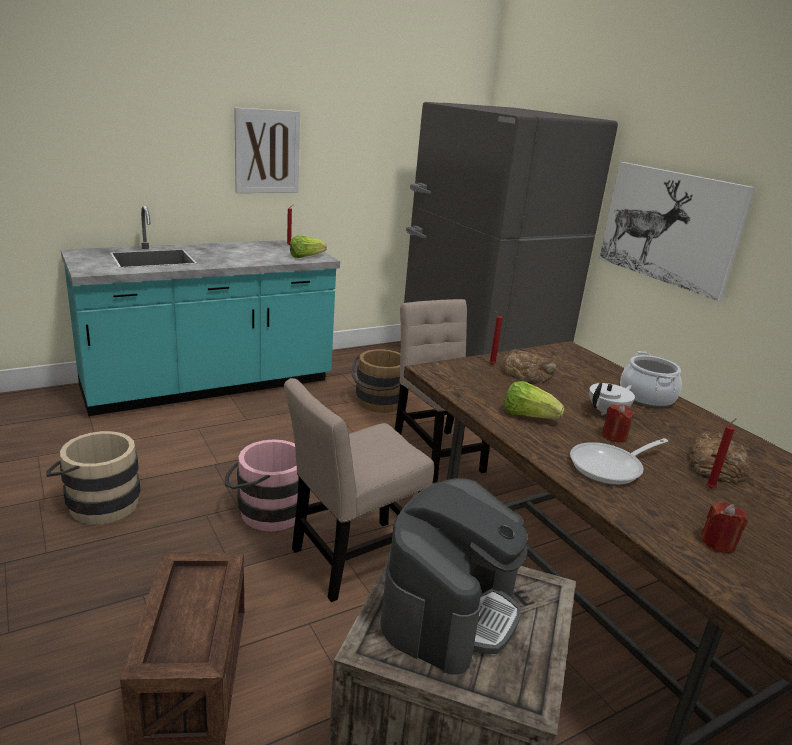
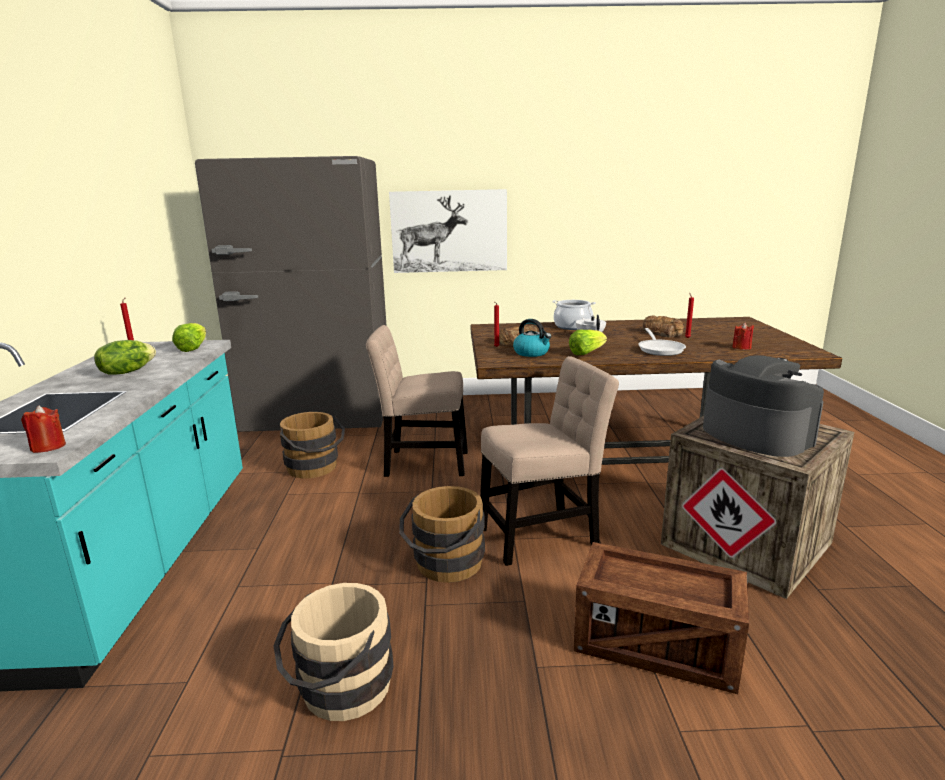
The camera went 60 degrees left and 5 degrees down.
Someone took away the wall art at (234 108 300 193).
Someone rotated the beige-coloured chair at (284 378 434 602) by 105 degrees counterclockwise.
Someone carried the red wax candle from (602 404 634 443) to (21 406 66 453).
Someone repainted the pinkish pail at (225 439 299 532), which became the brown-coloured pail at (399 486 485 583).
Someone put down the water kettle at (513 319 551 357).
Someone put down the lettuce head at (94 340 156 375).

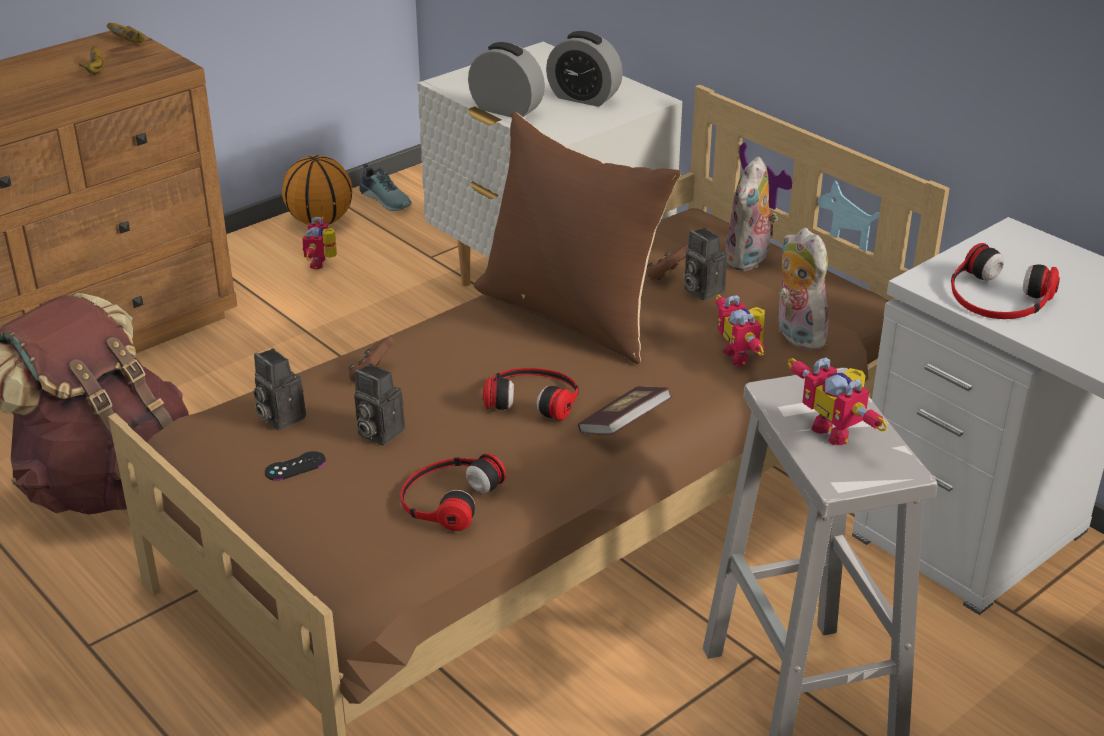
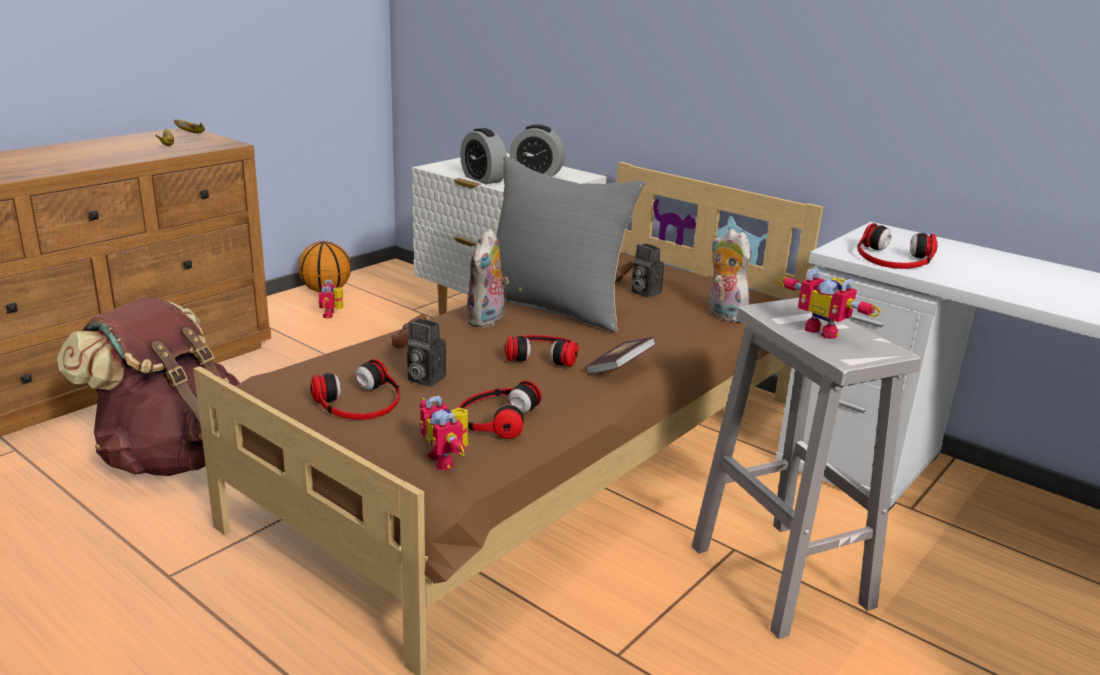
The camera went 10 degrees left and 10 degrees down.
Someone rotated the bedside clock at (468 42 545 117) by 150 degrees counterclockwise.
Someone repainted the brown-coloured throw pillow at (474 112 681 364), which became the greyish throw pillow at (496 156 645 333).
Someone carried the plush toy from (726 156 778 271) to (466 229 509 328).
Someone took away the shoe at (359 163 412 211).
Someone carried the model robot from (715 295 765 366) to (419 396 468 470).
Someone took away the photo camera at (254 348 306 430).
Someone swapped the blackish joypad at (265 451 326 481) for the pair of headphones at (310 359 400 420).

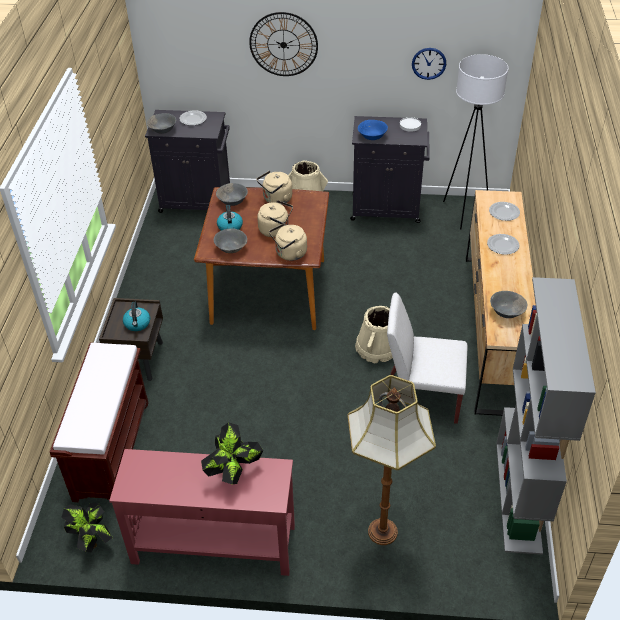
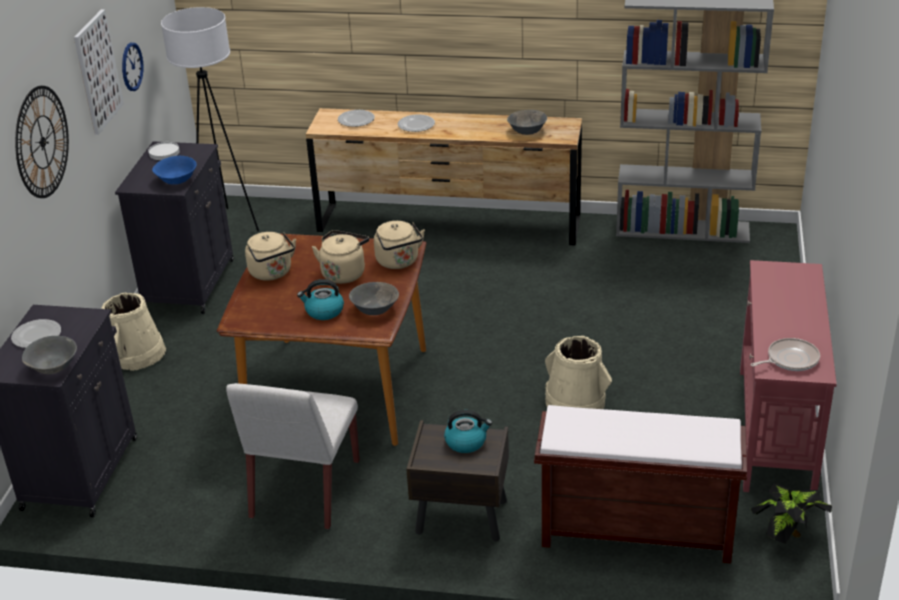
The camera went 85 degrees left and 10 degrees down.
Someone took away the greyish bowl at (216 183 248 206).
Someone carried the white-coloured chair from (387 293 468 424) to (226 383 360 529).
Someone carried the beige-coloured pail from (355 306 393 363) to (545 336 612 409).
Someone took away the standard lamp at (347 375 436 545).
Someone took away the potted plant at (201 422 264 485).
Someone put up the wall art at (74 9 124 135).
Someone put down the frying pan at (750 338 820 371).

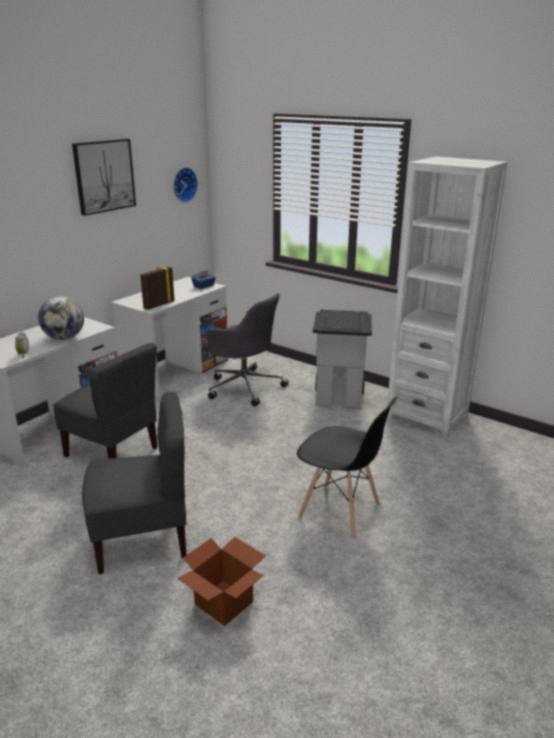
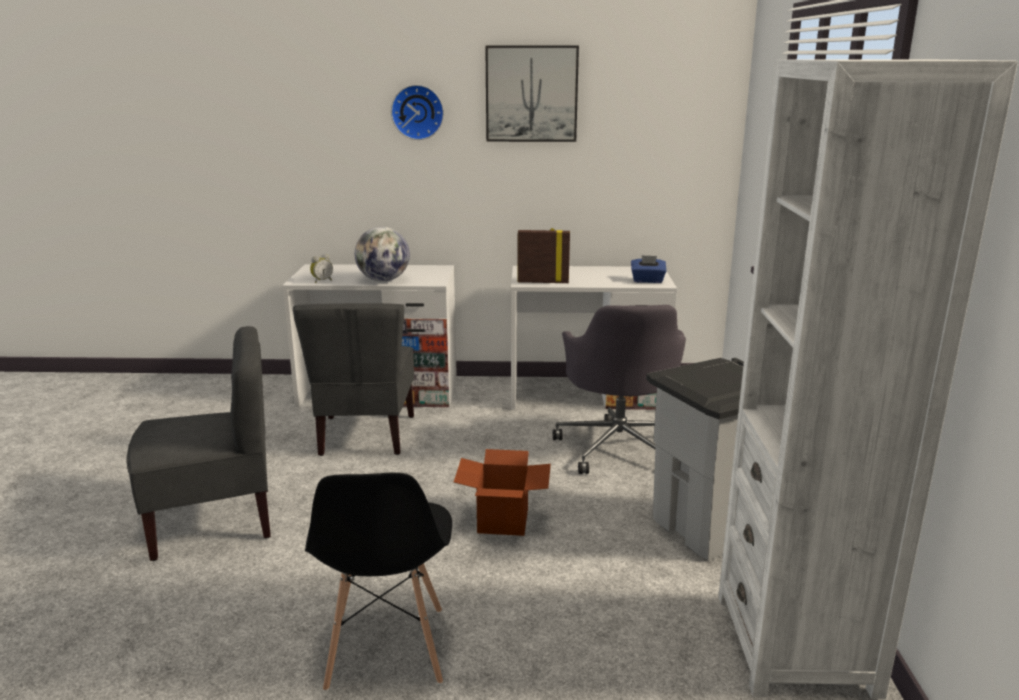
The camera went 55 degrees right and 5 degrees down.
Someone carried the hanging clock from (173 167 198 203) to (391 85 444 140).
Someone rotated the greyish chair at (82 392 186 574) by 60 degrees counterclockwise.
Someone carried the cardboard box from (177 537 266 626) to (454 449 551 536).

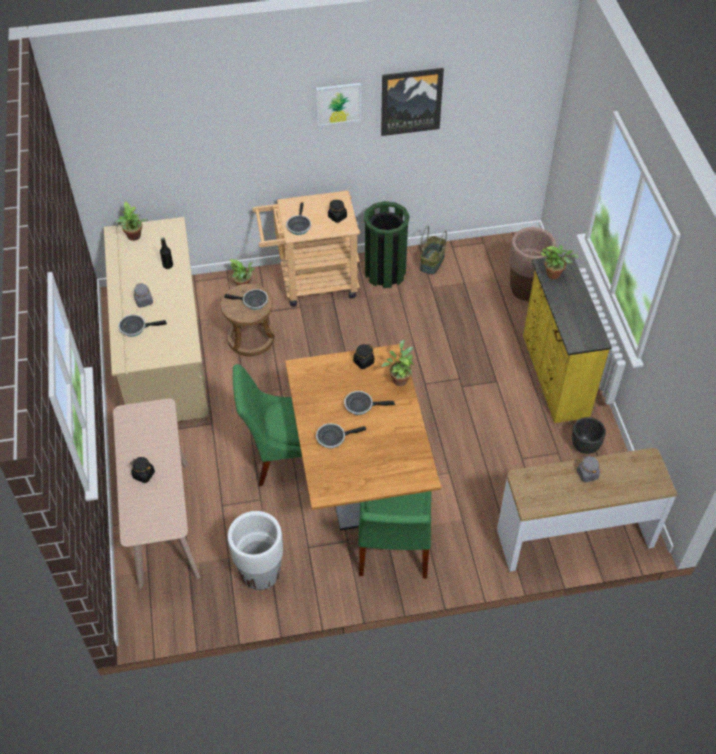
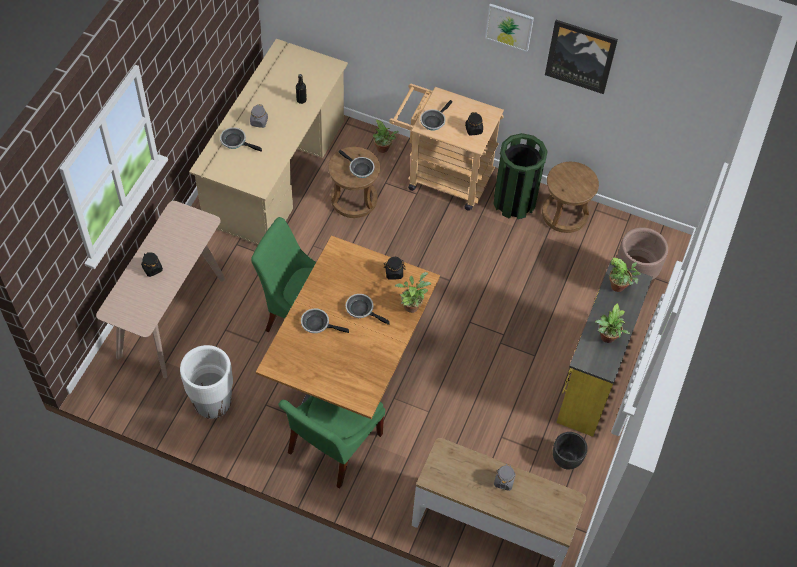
The camera went 30 degrees right and 5 degrees up.
Someone carried the potted plant from (115 201 148 241) to (595 303 630 343).
Someone swapped the basket at (420 226 447 275) for the brown-coloured stool at (542 162 599 233).

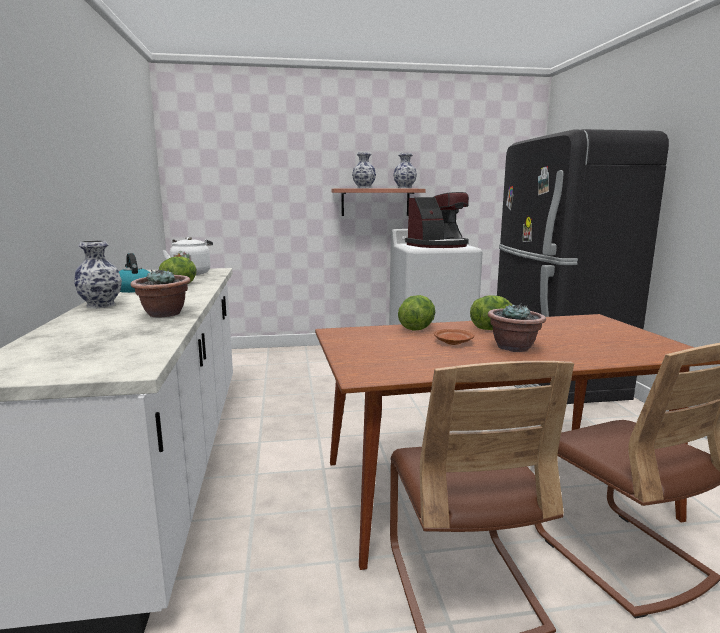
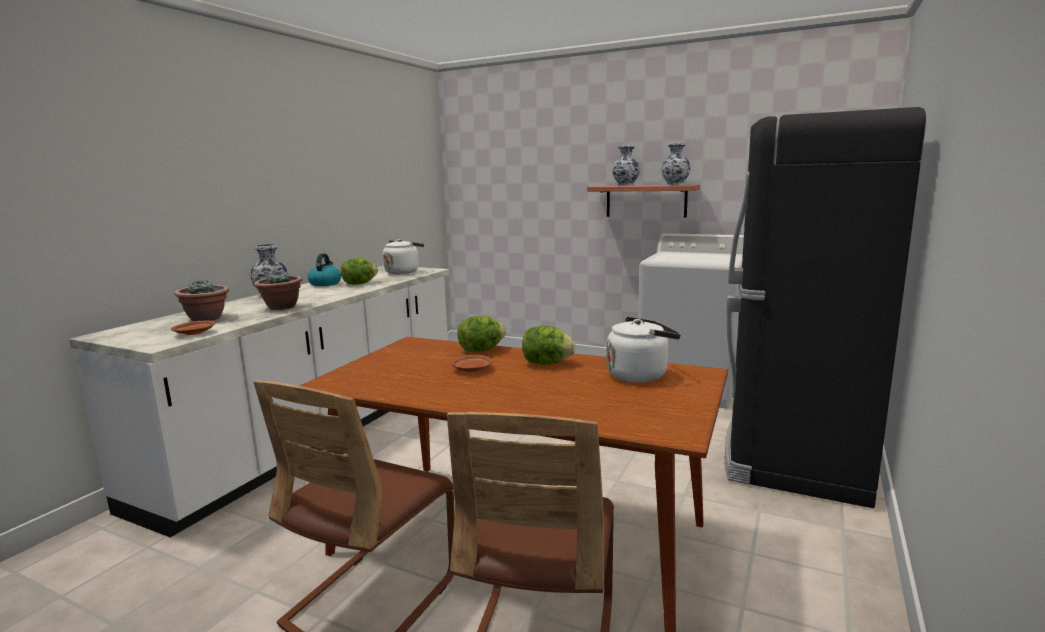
The camera went 35 degrees right and 0 degrees up.
Someone took away the coffee brewer at (405 192 469 248).
Someone carried the potted plant from (488 303 546 352) to (174 280 229 321).
Someone put down the white-coloured water kettle at (607 317 681 383).
Someone put down the brown-coloured flat dish at (171 321 216 335).

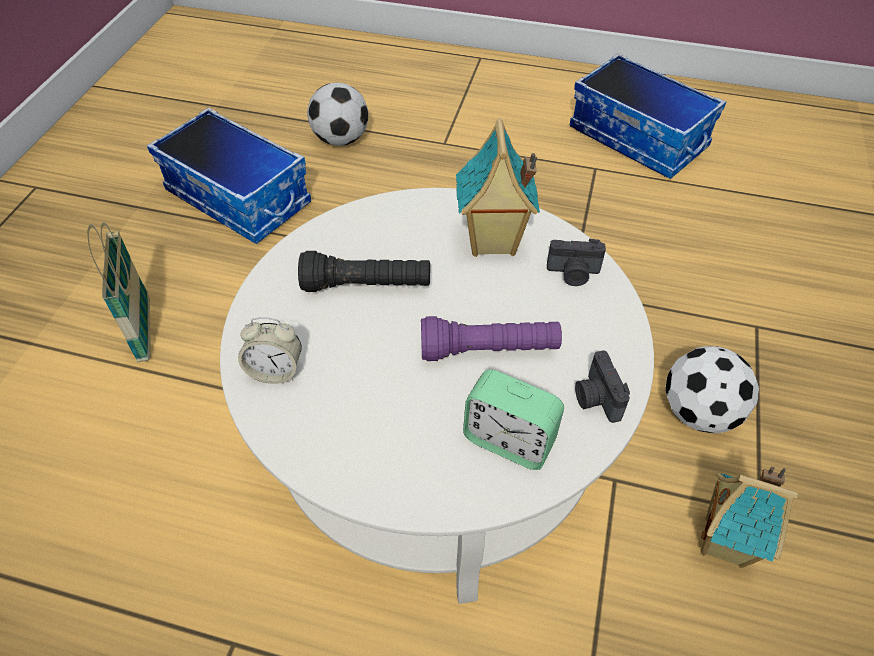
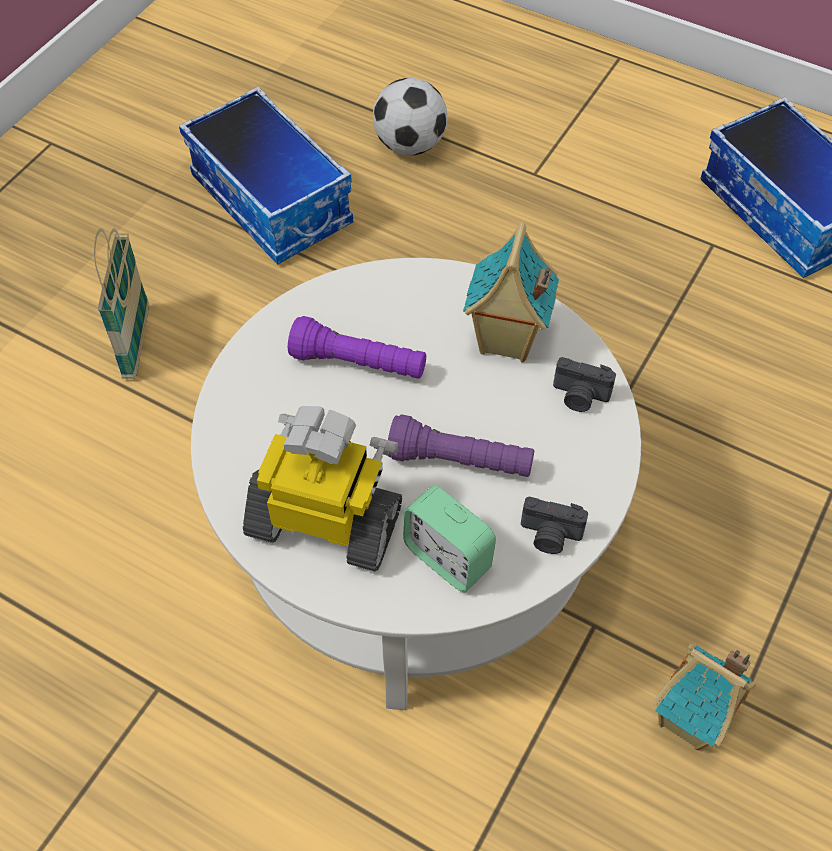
The camera went 15 degrees right and 5 degrees up.
Someone repainted the blackish hand torch at (298 251 430 292), which became the purple hand torch at (288 316 426 379).
Someone took away the bedside clock at (238 317 302 384).
Someone took away the football ball at (665 346 759 433).
Someone rotated the photo camera at (575 350 630 423) by 75 degrees counterclockwise.
Someone put down the model robot at (243 406 402 572).

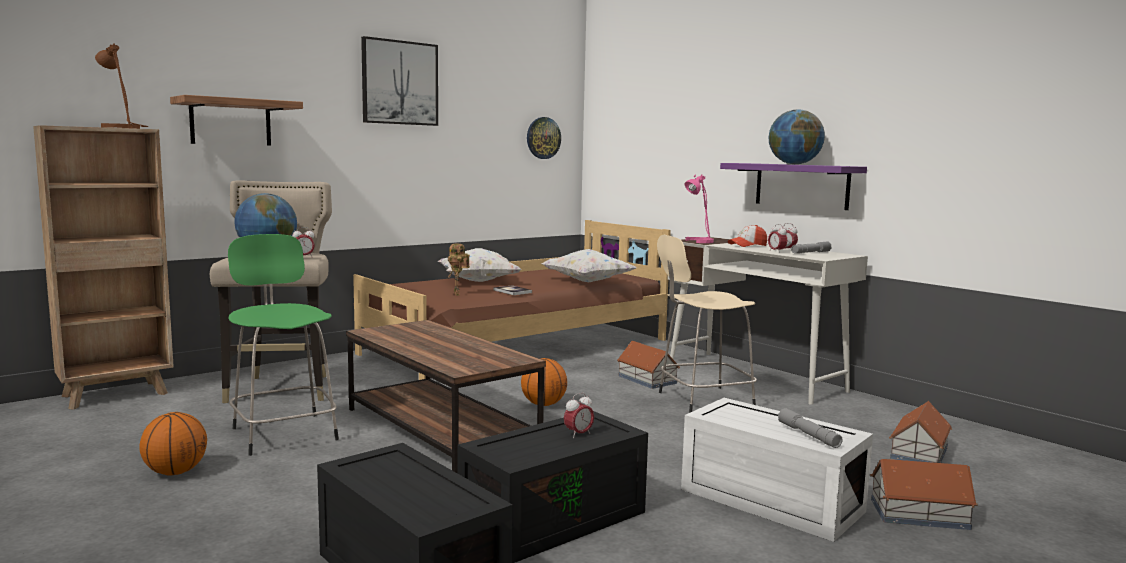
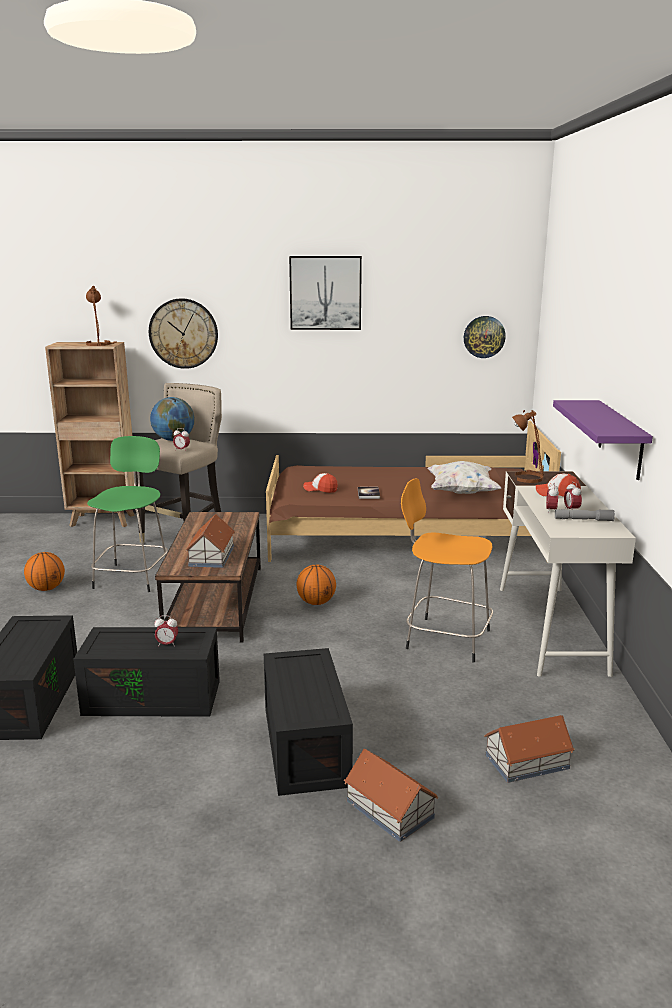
The camera went 40 degrees right and 10 degrees up.
Someone swapped the bracket shelf at (170 95 303 146) for the hanging clock at (149 298 218 369).
Someone took away the desk globe at (769 109 825 164).
Someone repainted the pinkish lamp for a table at (685 174 714 243), which became the brown-coloured lamp for a table at (512 410 544 483).
Someone repainted the beige-coloured stool at (657 235 757 413), which became the orangey stool at (401 478 493 662).
Someone swapped the model robot at (447 244 470 296) for the peaked cap at (303 473 338 493).
Someone took away the white-coloured throw pillow at (438 248 521 282).
Someone carried the miniature house from (617 341 680 389) to (185 514 235 568).
Someone repainted the white-coloured storage container at (681 398 873 542), which became the blackish storage container at (264 648 353 796).
Someone took away the greyish hand torch at (778 408 843 448).

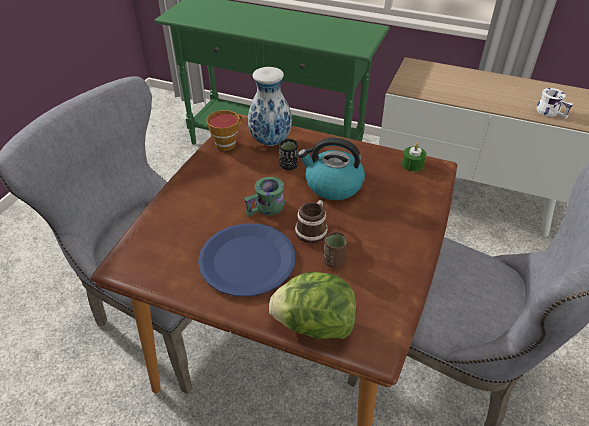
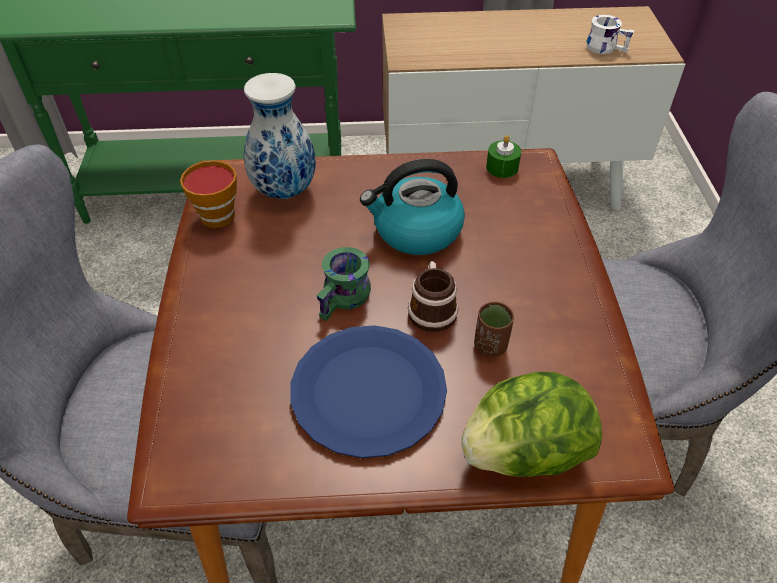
The camera went 25 degrees left and 5 degrees up.
Someone took away the blackish small cup at (279 139 298 170).

